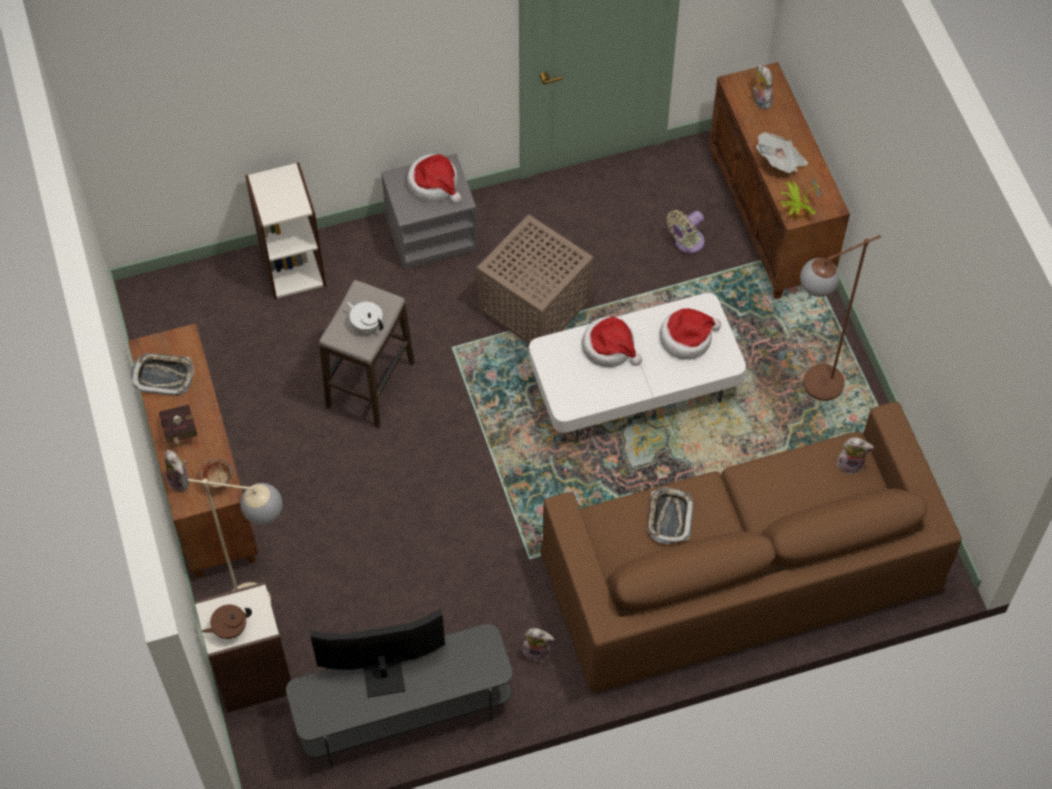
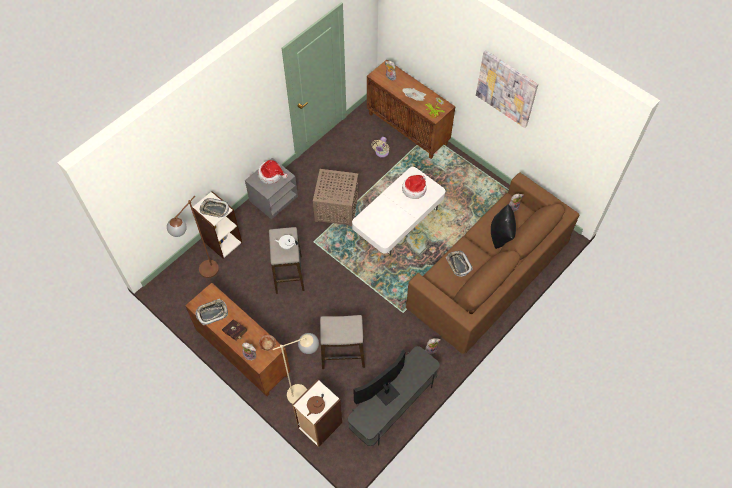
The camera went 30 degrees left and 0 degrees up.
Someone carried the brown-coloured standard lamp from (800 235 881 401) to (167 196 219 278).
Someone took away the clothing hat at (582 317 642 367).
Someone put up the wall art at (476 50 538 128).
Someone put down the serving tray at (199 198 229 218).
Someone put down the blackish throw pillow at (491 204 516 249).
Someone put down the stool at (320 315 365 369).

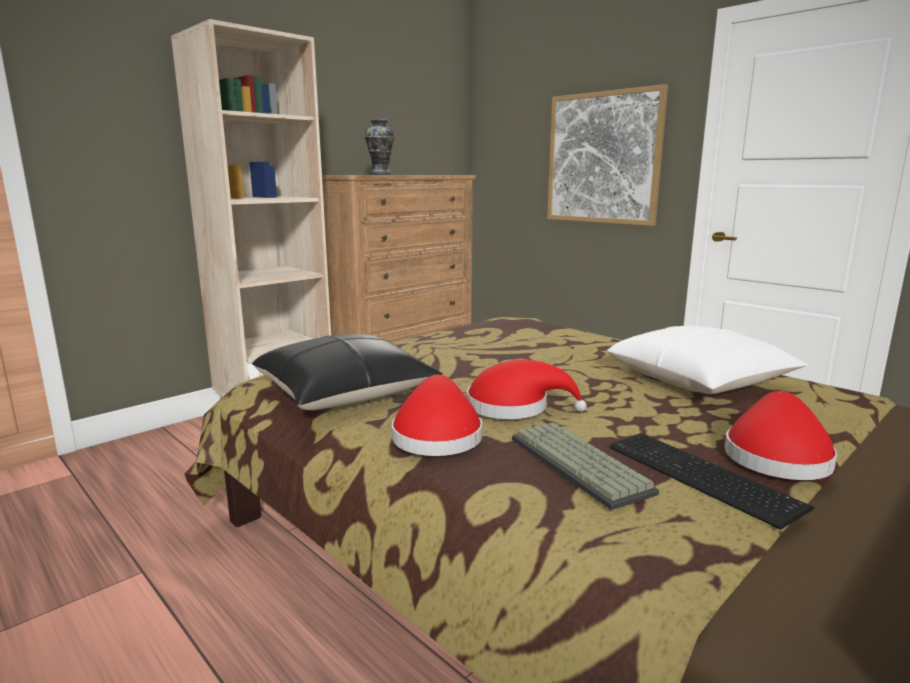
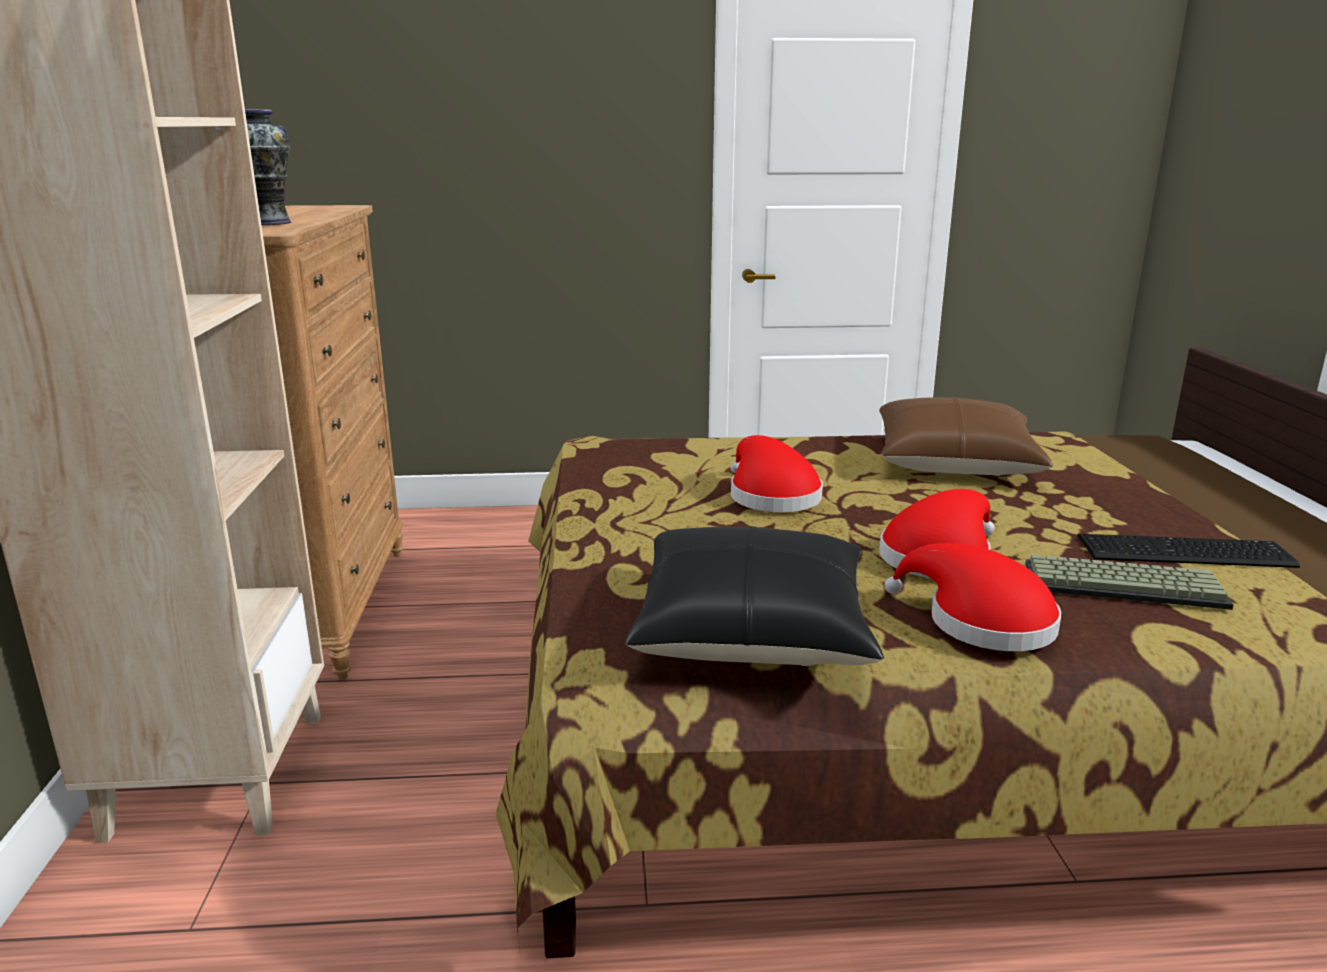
The camera went 50 degrees left and 5 degrees up.
Someone took away the wall art at (547 84 668 226).
Someone repainted the white-coloured throw pillow at (607 325 808 394), which became the brown-coloured throw pillow at (879 397 1053 476).
Someone carried the red clothing hat from (725 391 837 480) to (731 435 823 512).

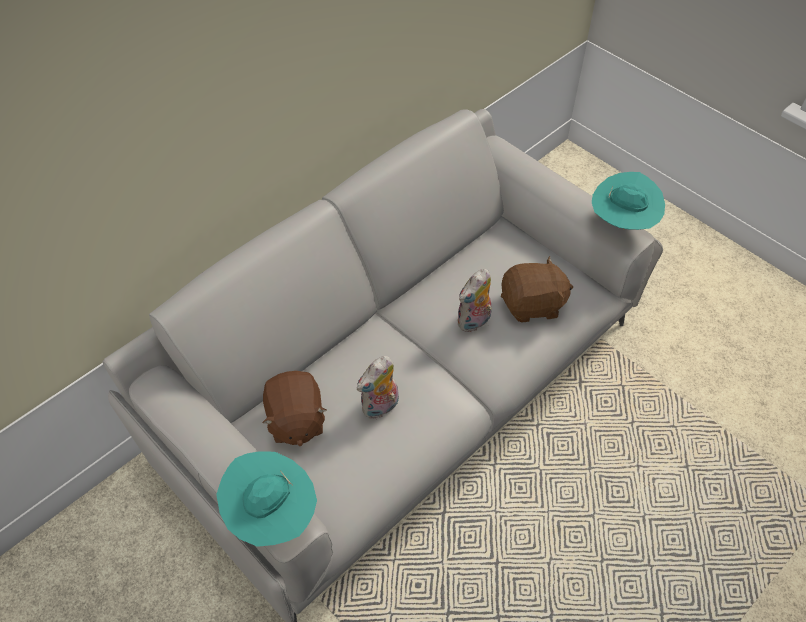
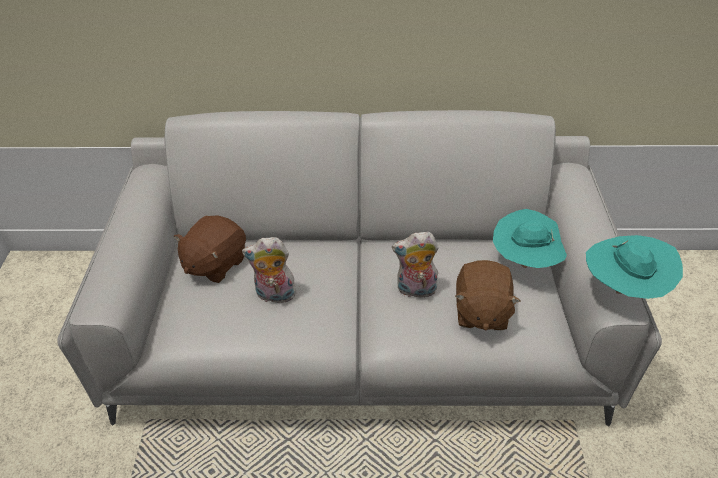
The camera went 45 degrees right and 10 degrees down.
Someone rotated the brown-coloured plush toy at (501 256 573 323) by 60 degrees clockwise.
Someone carried the turquoise clothing hat from (216 451 317 547) to (493 209 567 268).

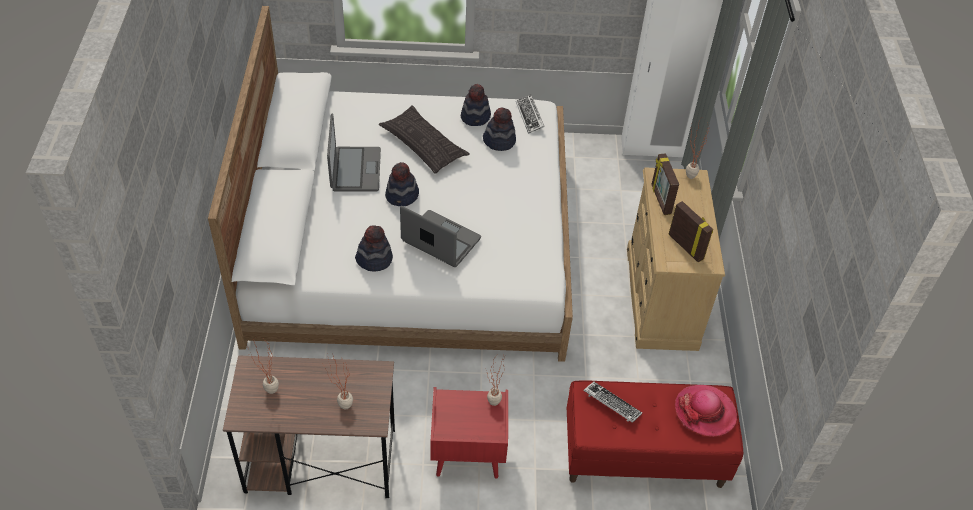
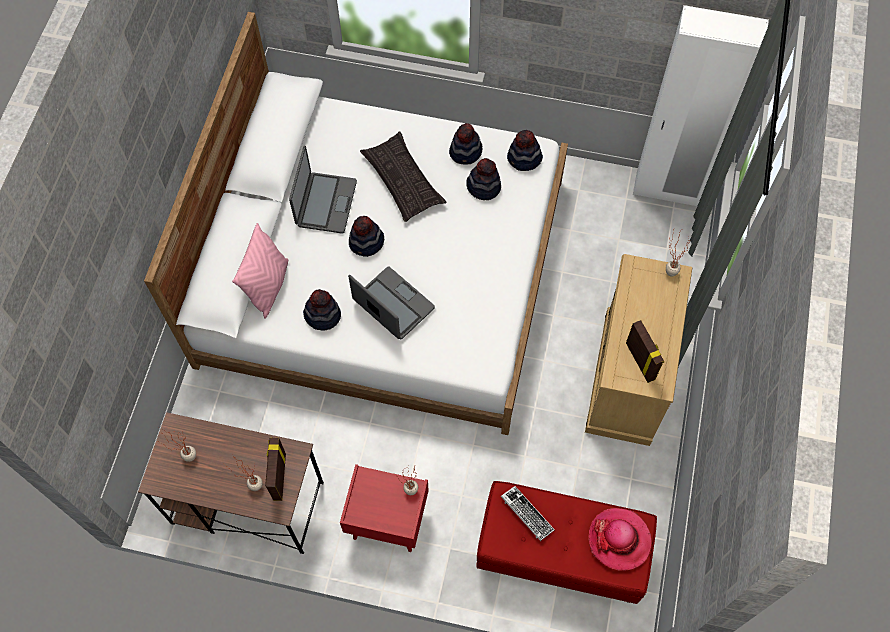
The camera went 15 degrees right and 15 degrees up.
Someone swapped the computer keyboard at (516 94 545 134) for the clothing hat at (507 130 543 171).
Someone carried the photo frame from (651 153 679 215) to (265 438 286 501).
Someone put down the pinkish throw pillow at (232 223 288 318).

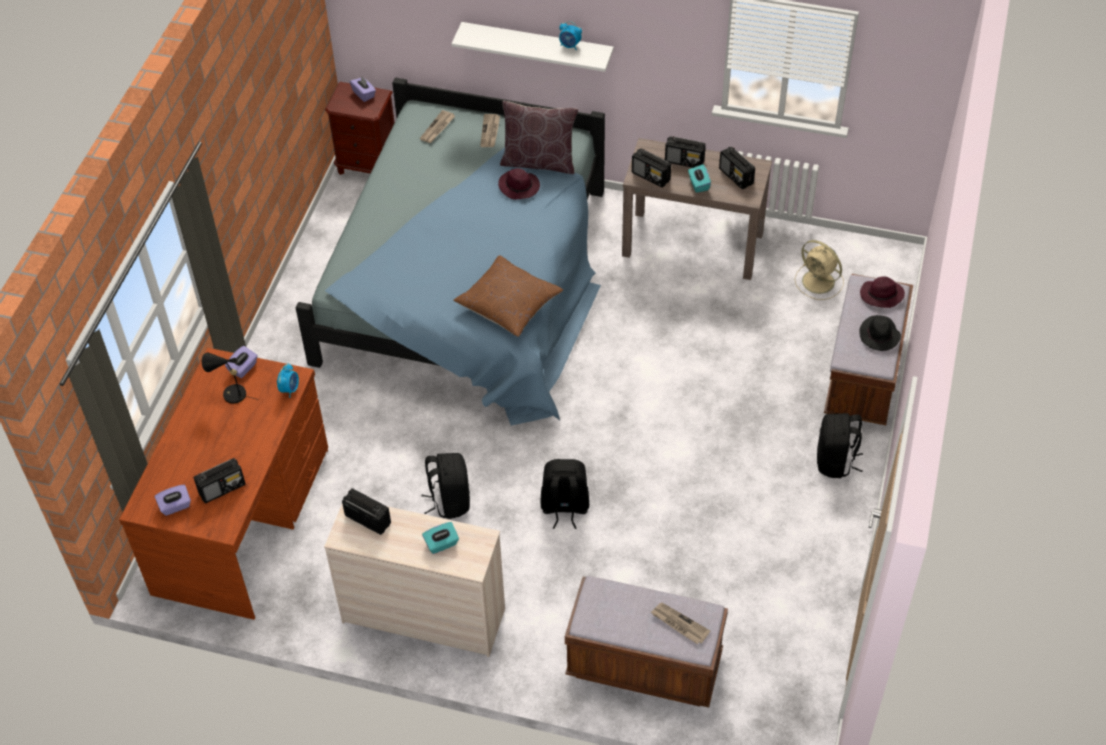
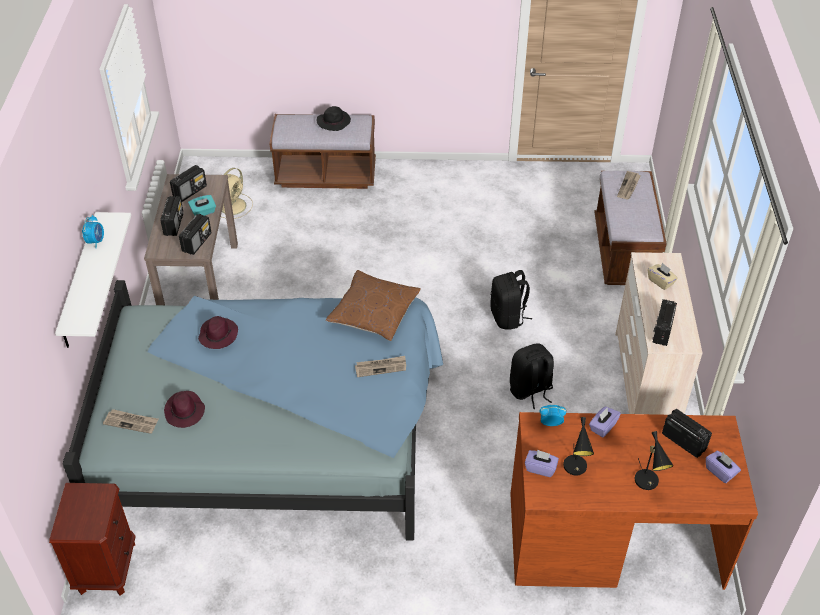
The camera went 105 degrees left and 5 degrees down.
Someone carried the purple tissue box from (350 77 376 102) to (589 406 621 438).
Someone took away the brown-coloured throw pillow at (500 101 578 174).
Someone carried the newspaper from (480 114 500 147) to (355 356 406 377).
Someone carried the purple clothing hat from (860 276 905 308) to (164 391 205 428).
Someone took away the blackish backpack at (817 413 863 478).
Someone repainted the turquoise tissue box at (422 522 459 554), which became the beige-coloured tissue box at (648 263 678 290).
Someone put down the blackish lamp for a table at (635 431 674 490).

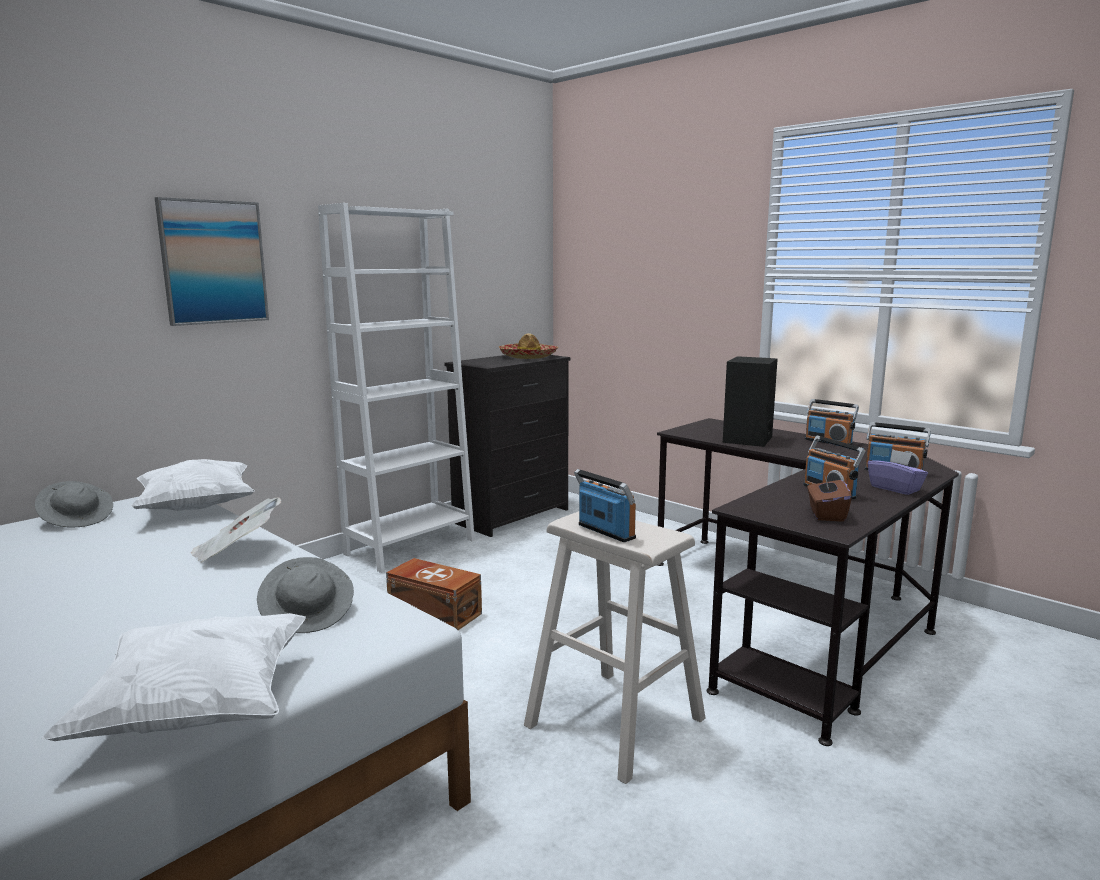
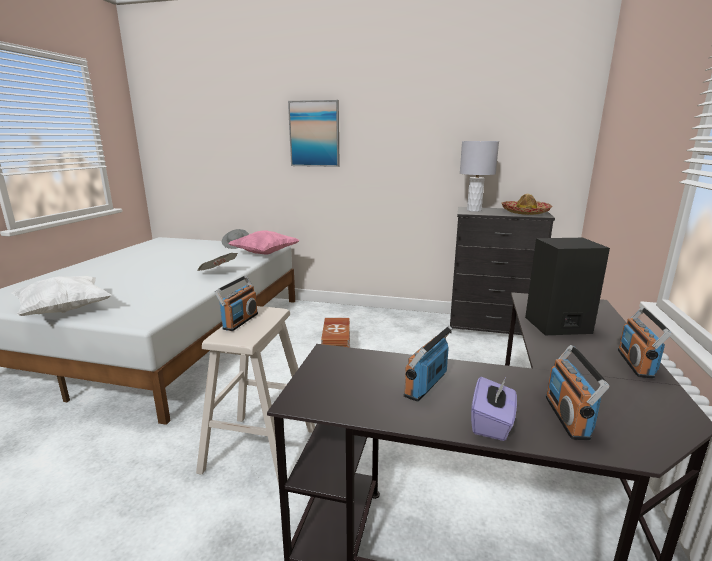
The camera went 60 degrees right and 5 degrees up.
Someone took away the white-coloured bookcase at (318 203 475 573).
Someone repainted the white-coloured throw pillow at (131 459 255 511), which became the pinkish throw pillow at (228 230 300 255).
Someone took away the brown-coloured tissue box at (807 472 852 522).
Someone took away the greyish clothing hat at (257 557 354 633).
Someone put down the greyish lamp for a table at (460 141 499 212).

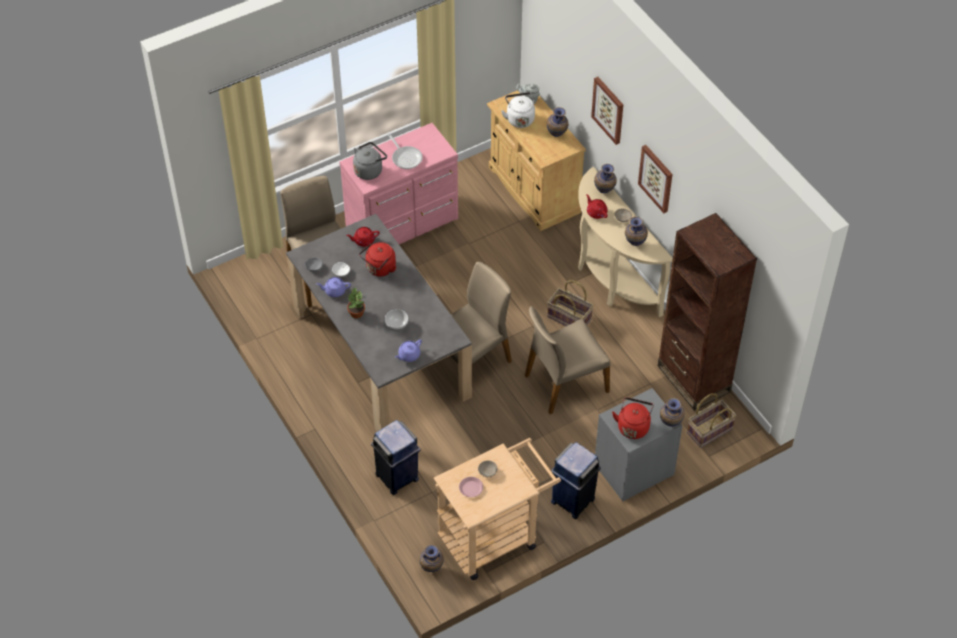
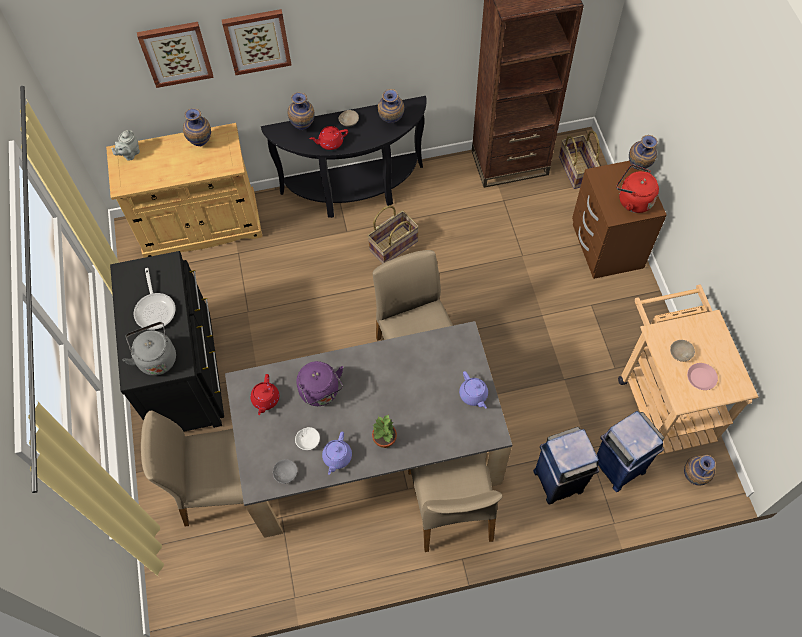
The camera went 70 degrees left and 10 degrees up.
Someone took away the white-coloured water kettle at (501 92 535 128).
Someone repainted the pinkish dresser at (339 123 458 244), which became the blackish dresser at (110 251 224 432).
Someone rotated the frying pan at (387 133 423 169) by 90 degrees clockwise.
Someone carried the wall art from (638 145 672 213) to (137 22 213 88).
Someone repainted the beige-coloured narrow table at (578 167 673 317), which became the blackish narrow table at (261 96 427 218).
Someone repainted the red water kettle at (359 242 396 276), which became the purple water kettle at (296 361 343 406).
Someone carried the beige-coloured chair from (525 306 610 414) to (408 452 502 552).
Someone took away the bowl at (385 309 408 331).
Someone repainted the greyish bedside table at (595 388 683 501), which became the brown-coloured bedside table at (572 161 667 279).
Someone carried the blue waste bin from (551 442 601 519) to (597 411 664 492).

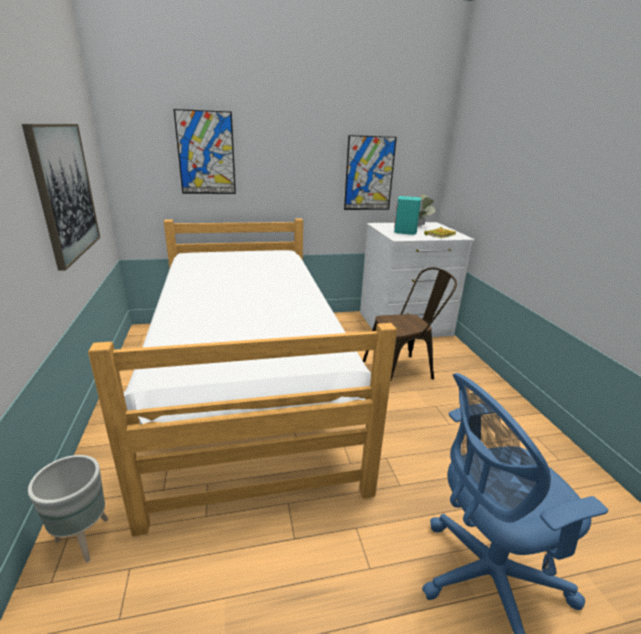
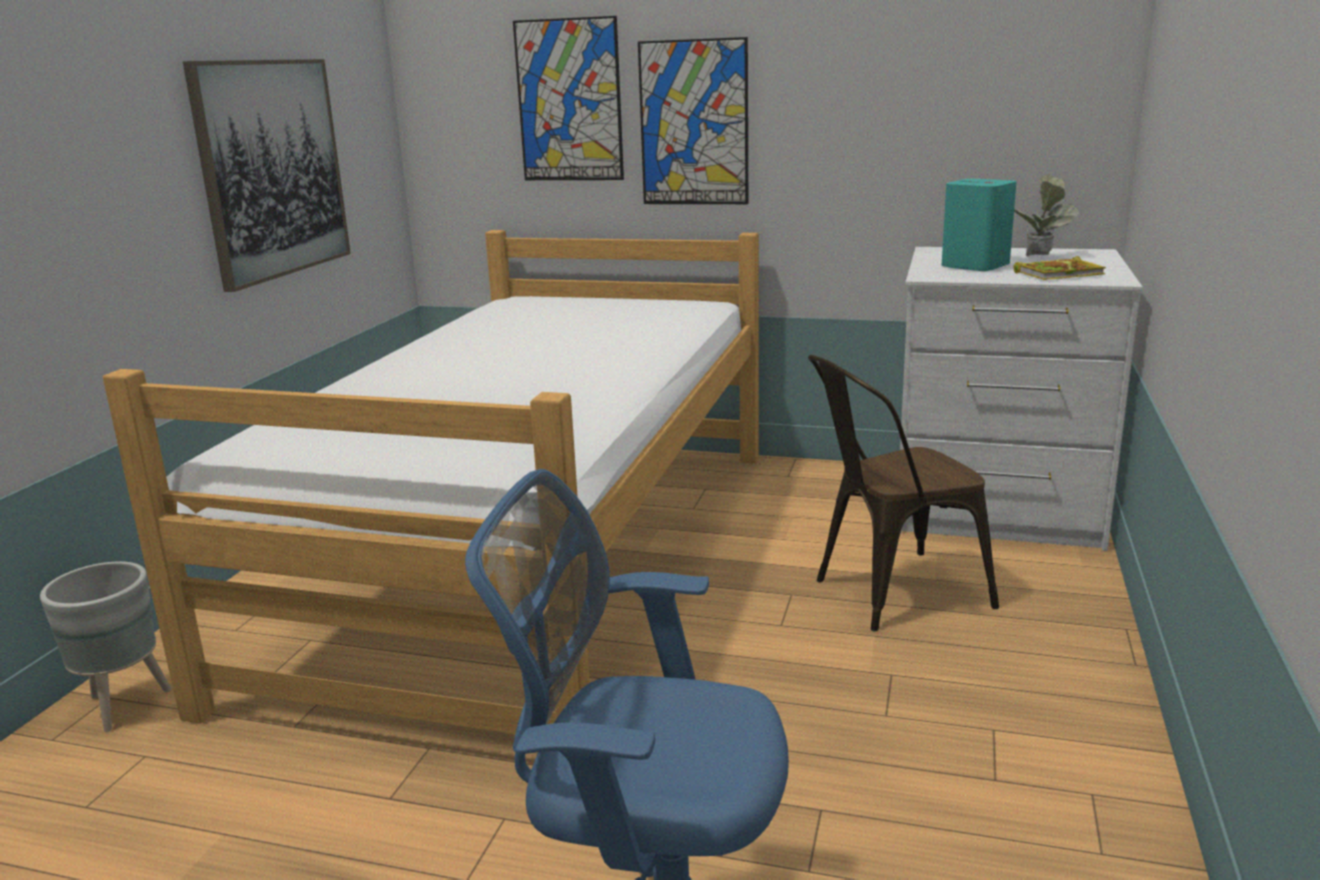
The camera went 30 degrees right and 5 degrees down.
Someone carried the wall art from (344 135 397 210) to (638 37 748 204).
Someone rotated the brown-coloured chair at (363 267 457 382) by 150 degrees clockwise.

